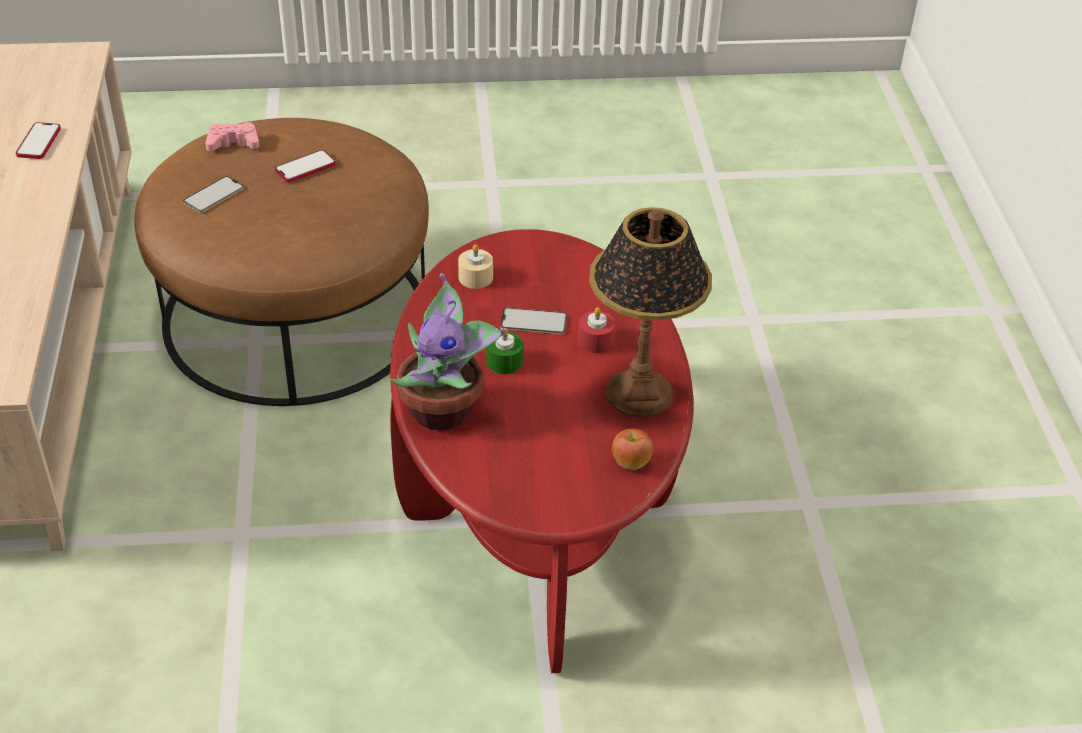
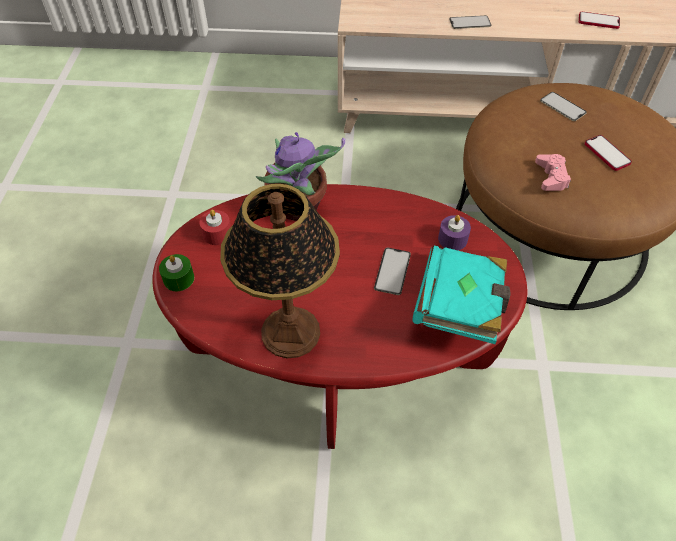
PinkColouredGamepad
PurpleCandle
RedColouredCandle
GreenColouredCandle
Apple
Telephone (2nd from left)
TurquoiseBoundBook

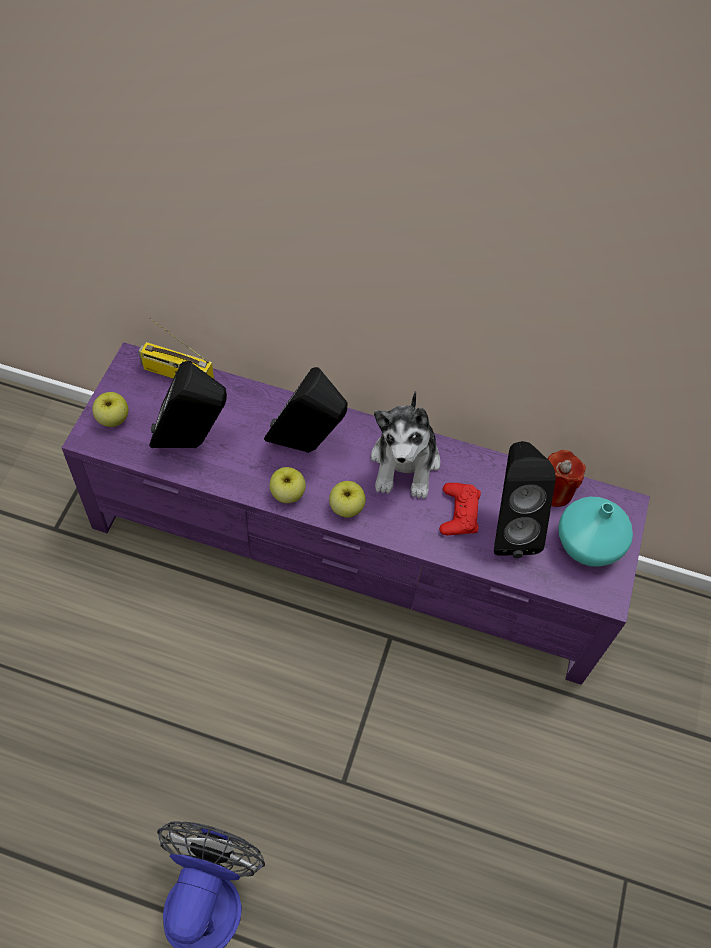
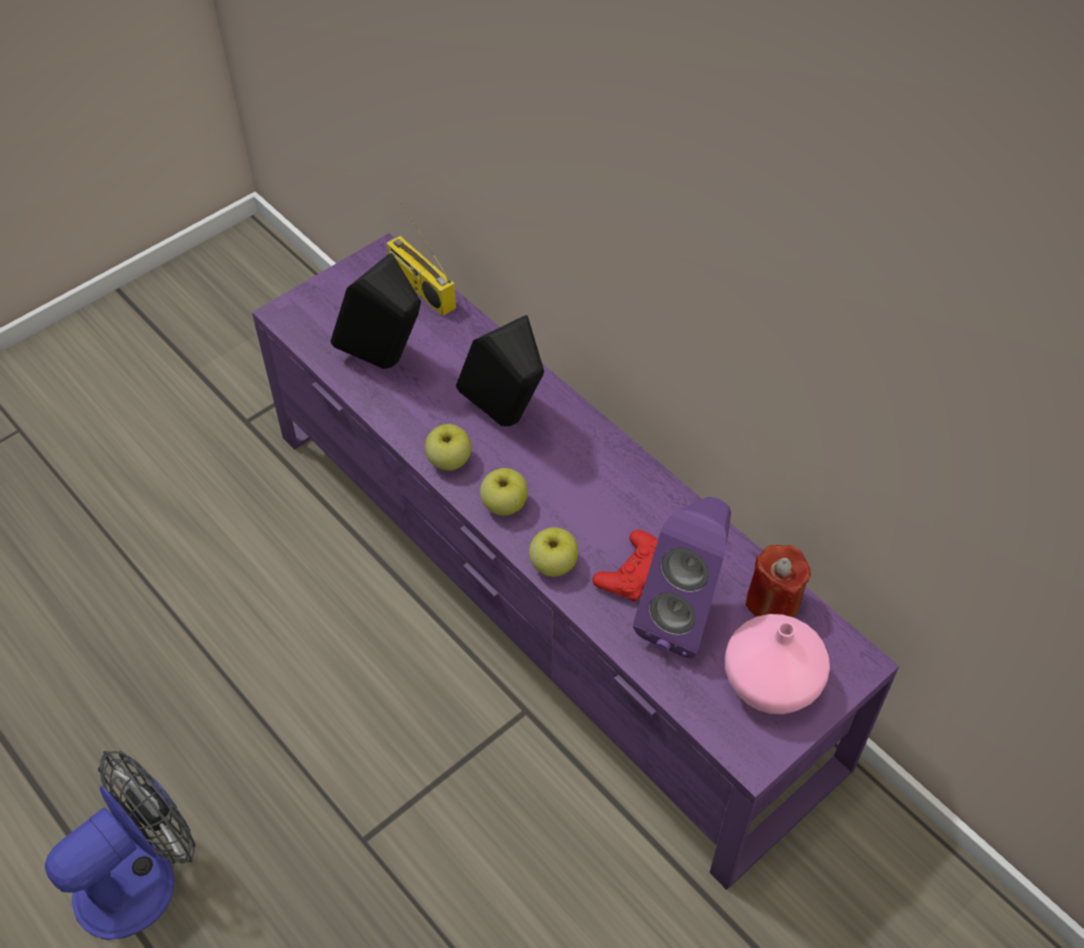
PlushToy
Apple (3rd from left)
PurpleAudioSpeaker
PinkColouredDecorativeVase

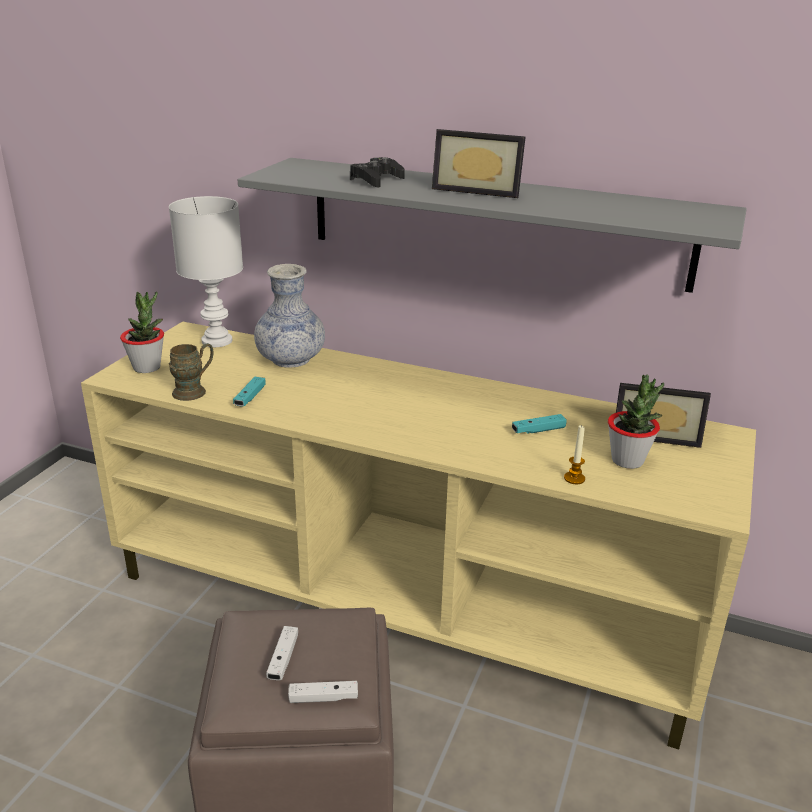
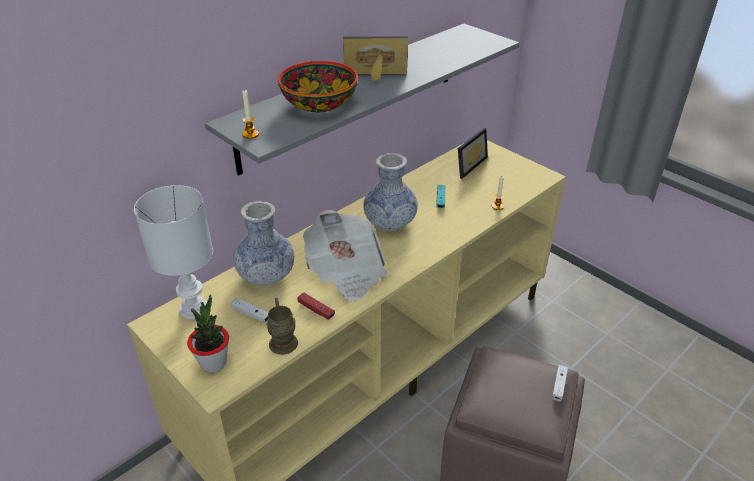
PhotoFrame (1st from left)
Bowl
Houseplant (2nd from left in the first image)
RedColouredGamepad
WhiteColouredGamepad (1st from left)
Candle (1st from left)
DecorativeVase (2nd from left)
DailyPaper

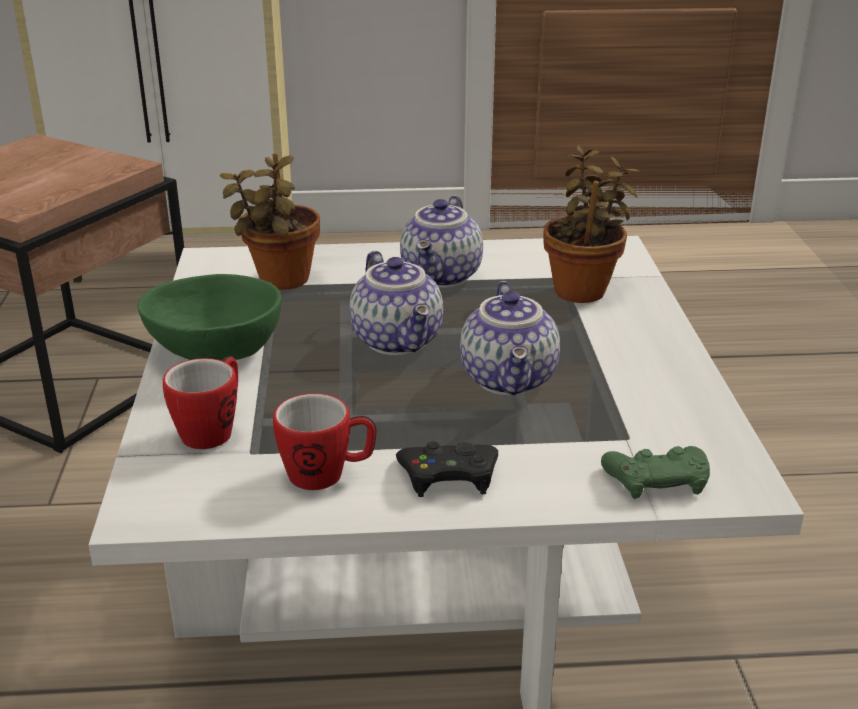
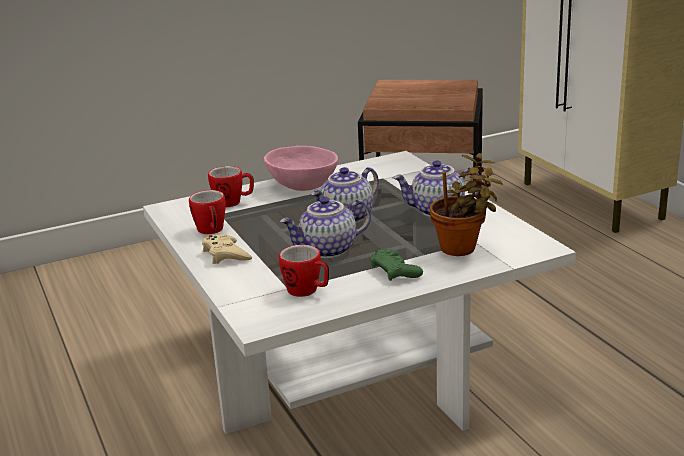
Houseplant (1st from left in the first image)
PinkColouredBowl
SandColouredGamepad
GreenColouredGamepad
CoffeeMug (3rd from left)

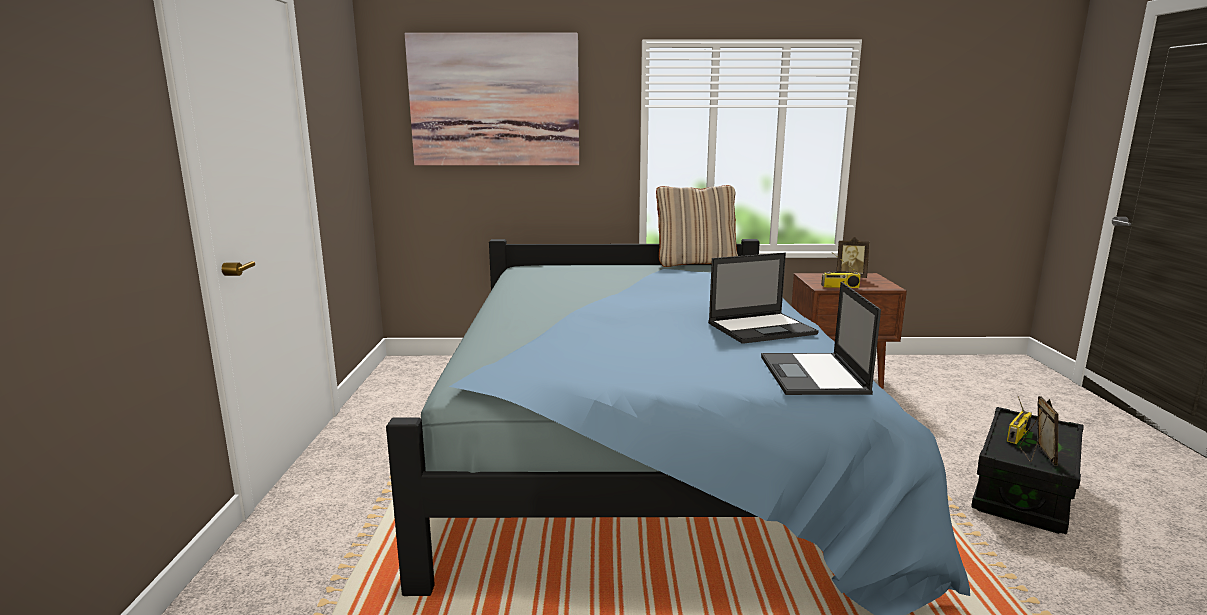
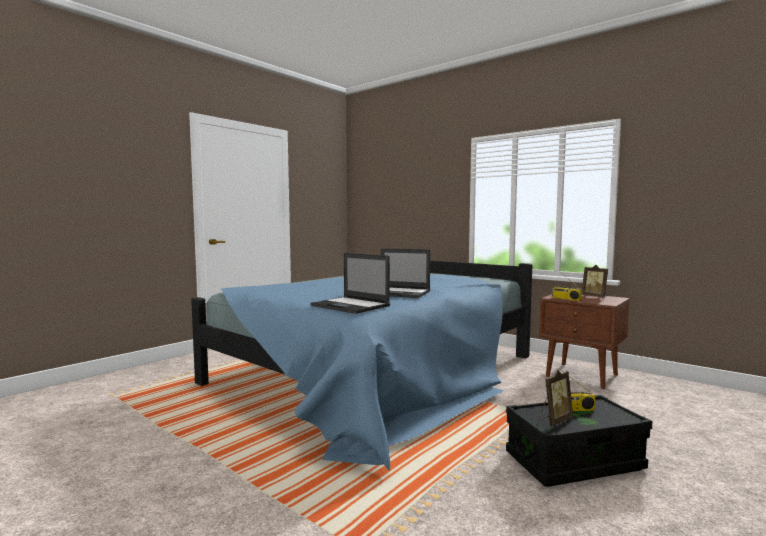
WallArt
SandColouredCushion
PortableComputer (1st from left)

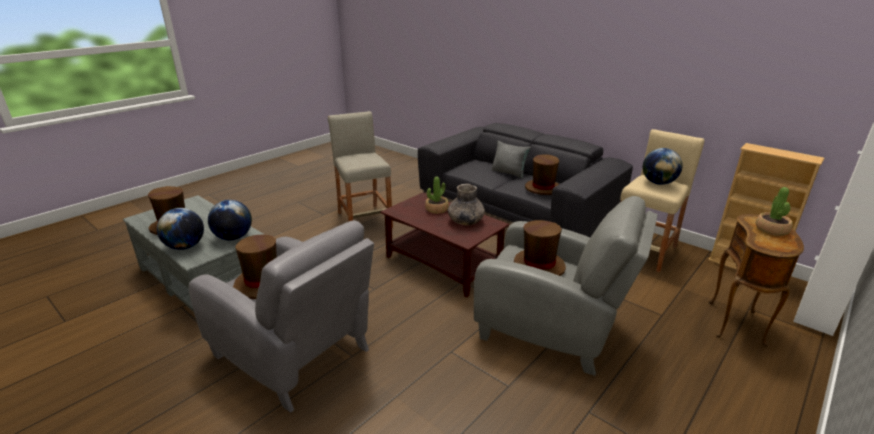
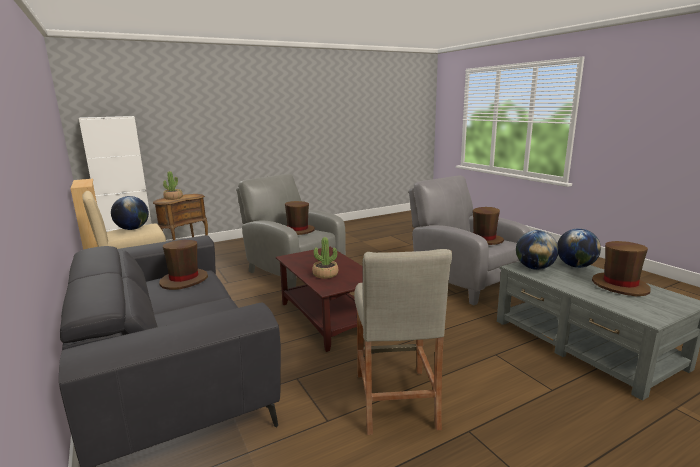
GreyishCushion
GreyishDecorativeVase

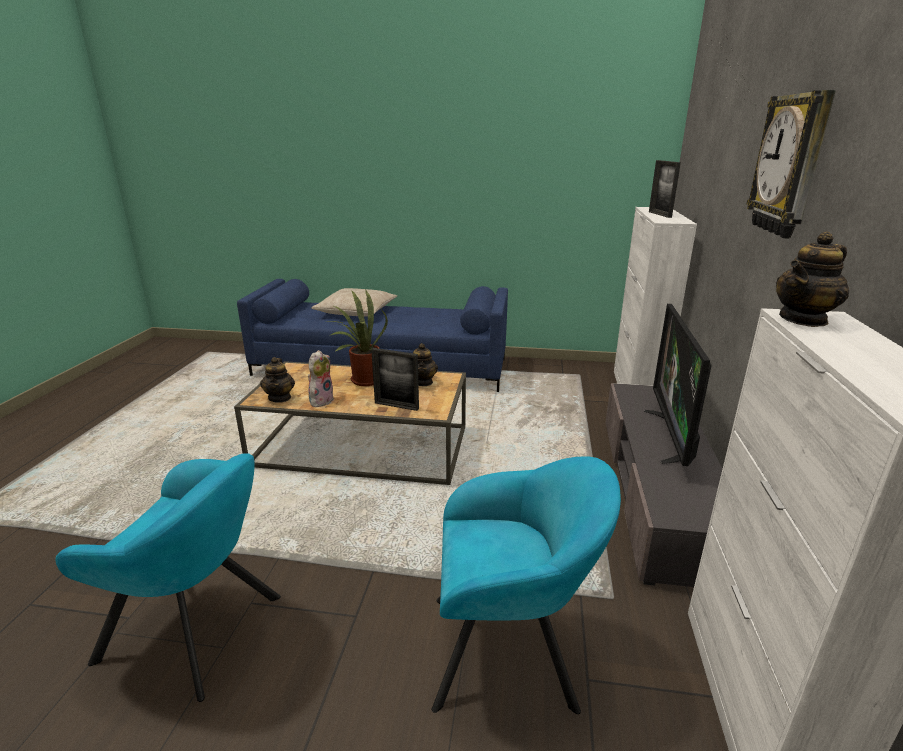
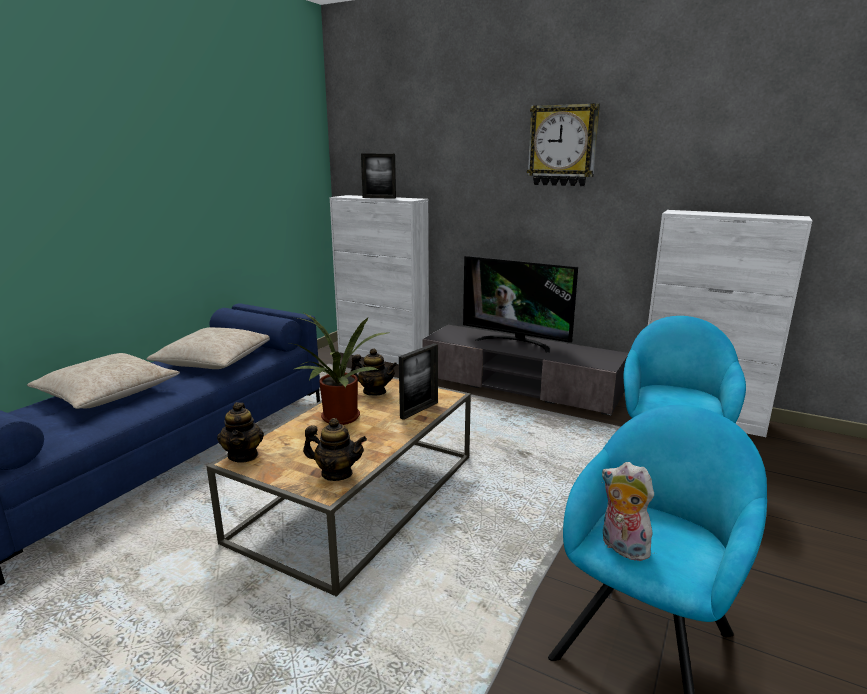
TeaPot (1st from left)
PlushToy
SandColouredCushion (2nd from left)

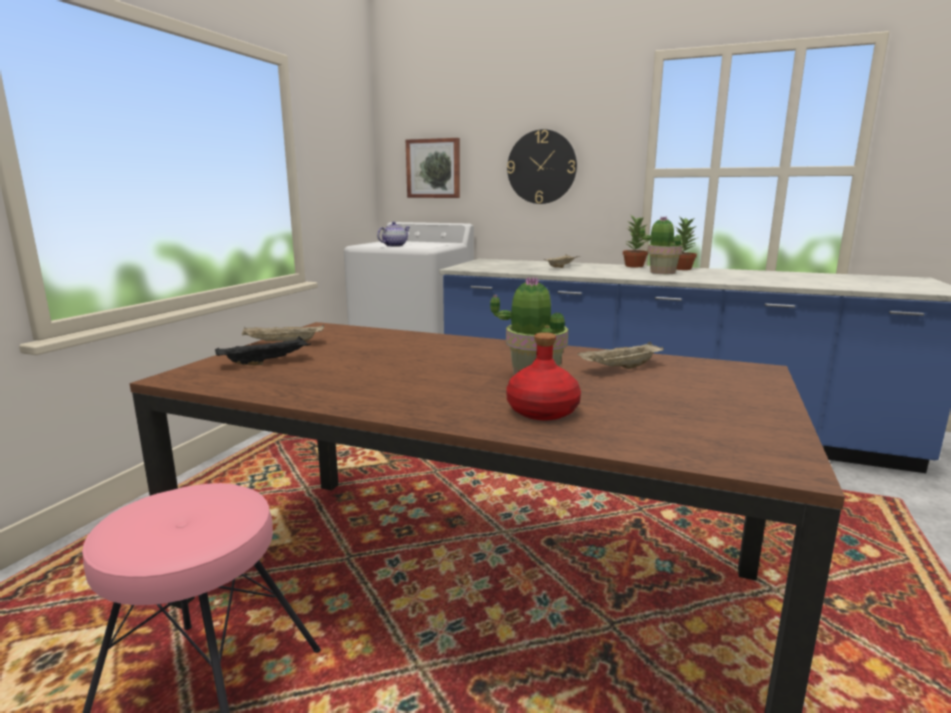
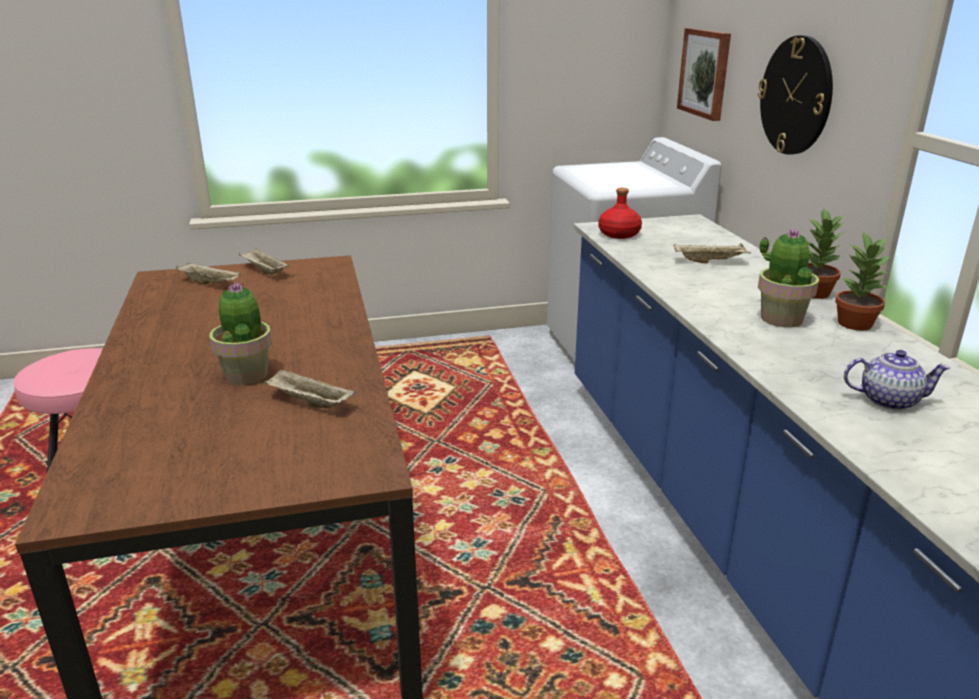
TeaPot
RedColouredBottle
SandColouredTray (1st from left)

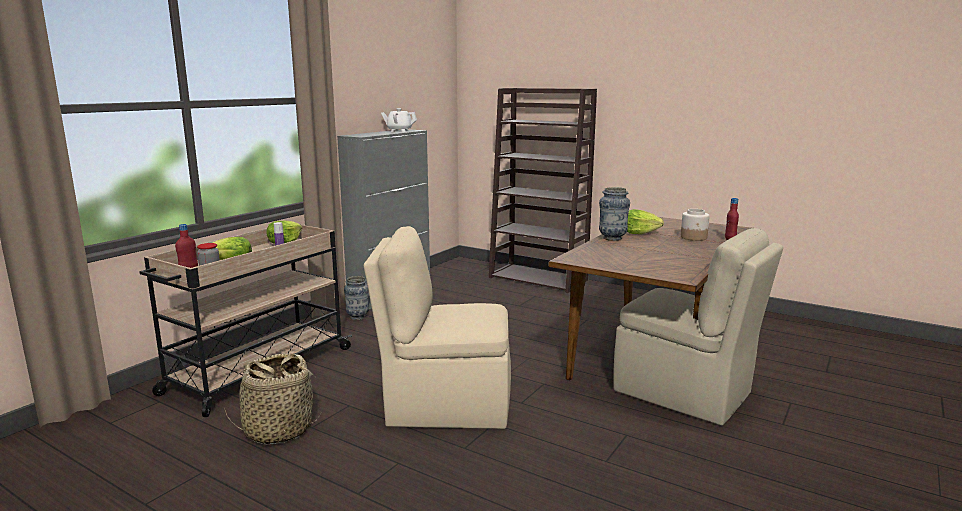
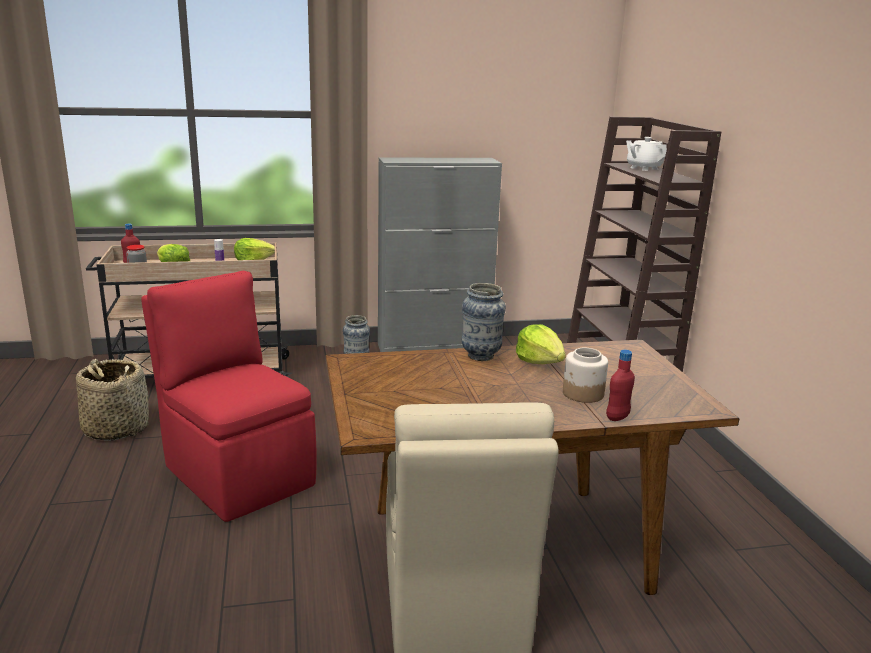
WhiteColouredTeaPot
RedColouredUprightChair

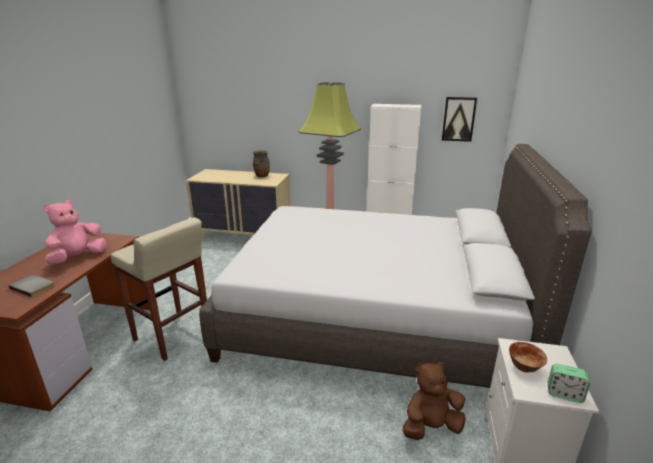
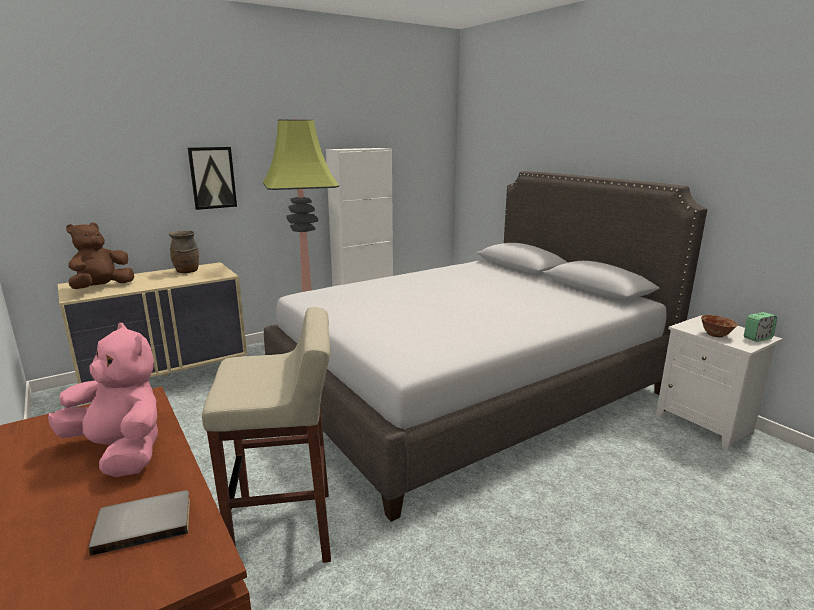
WallArt
PinkColouredPlushToy
BrownPlushToy

